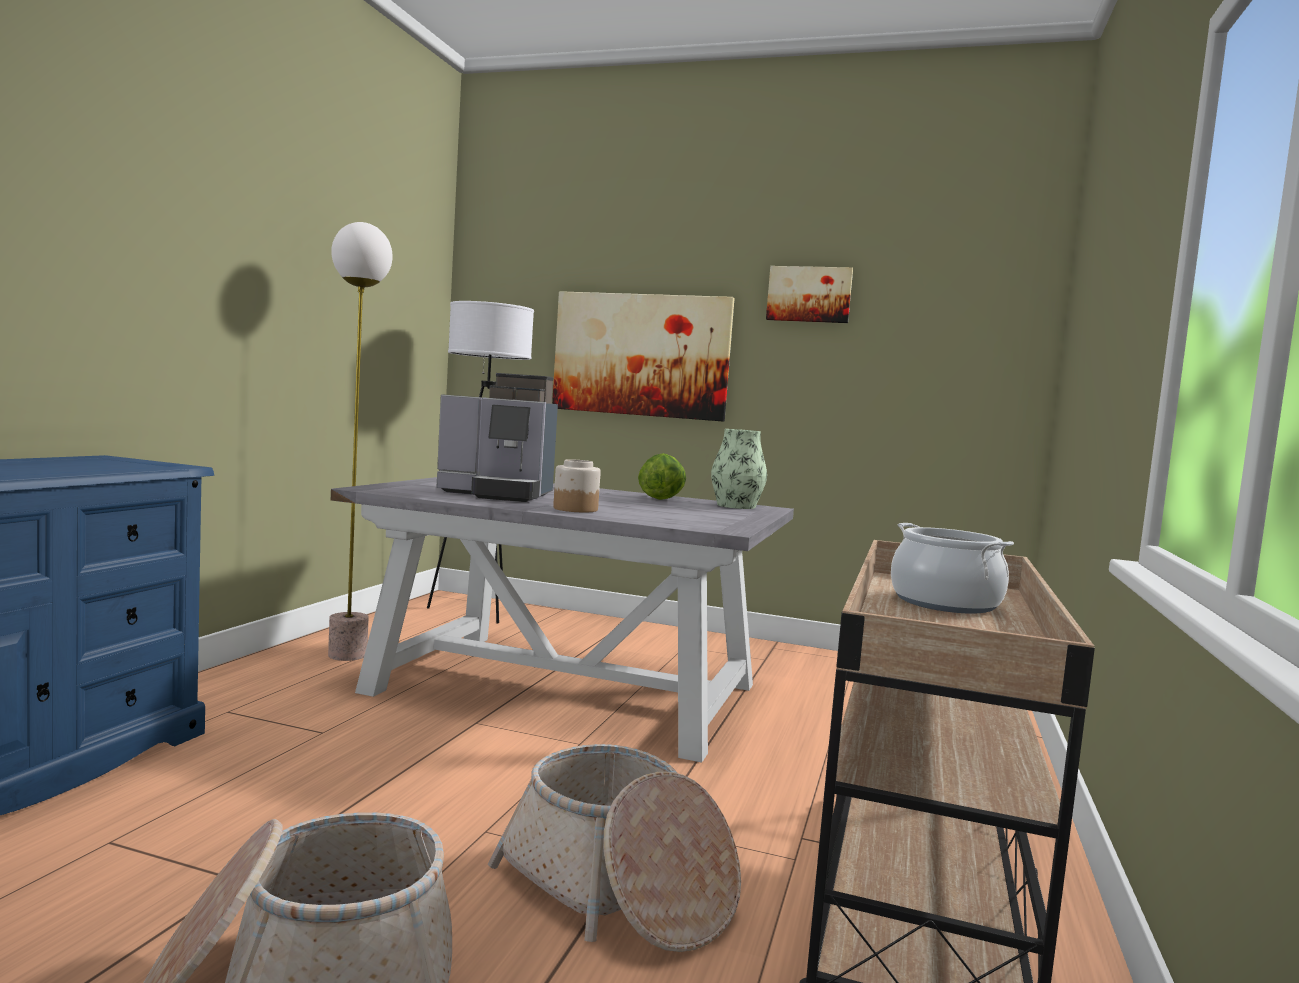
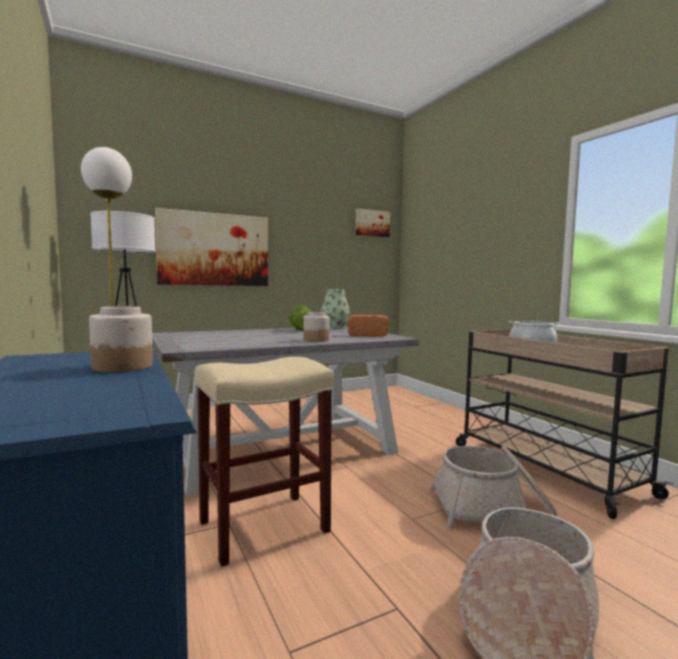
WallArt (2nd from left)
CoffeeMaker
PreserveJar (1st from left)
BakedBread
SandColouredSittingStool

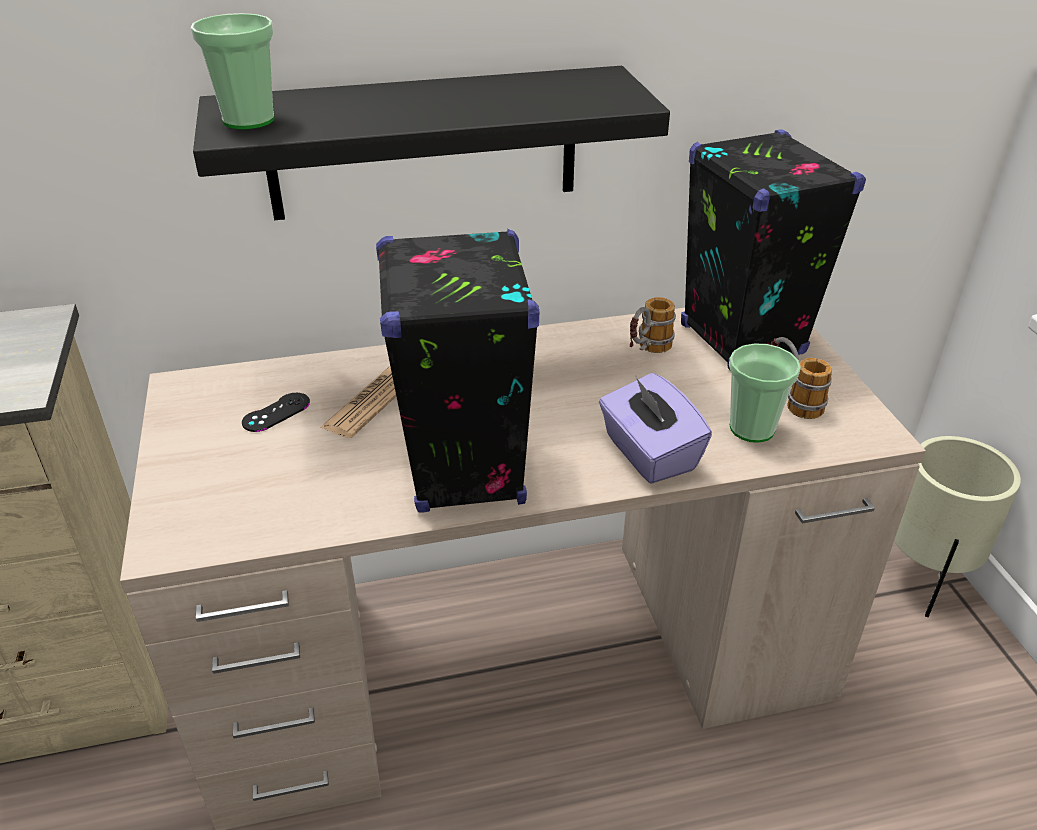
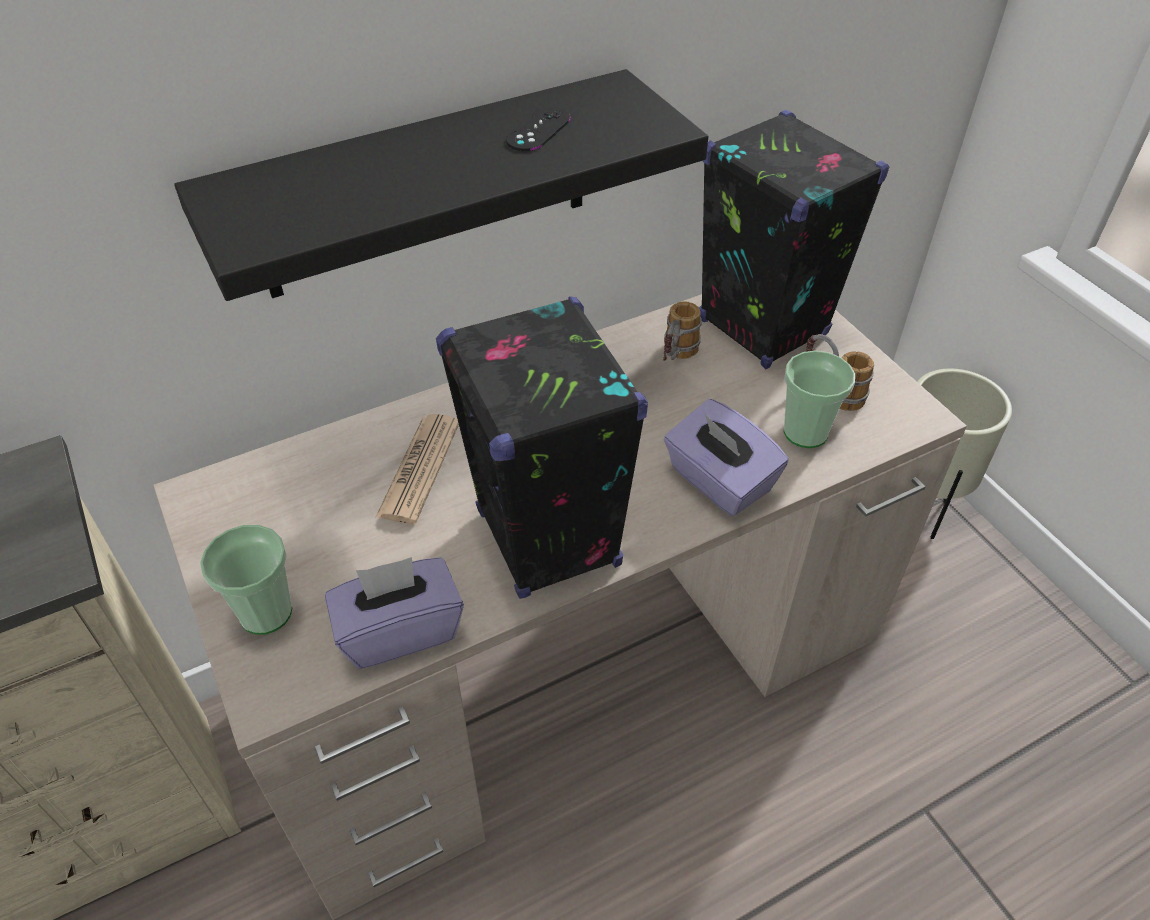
SmallCup (1st from left)
BlackColouredGamepad
PurpleTissueHolder (1st from left)

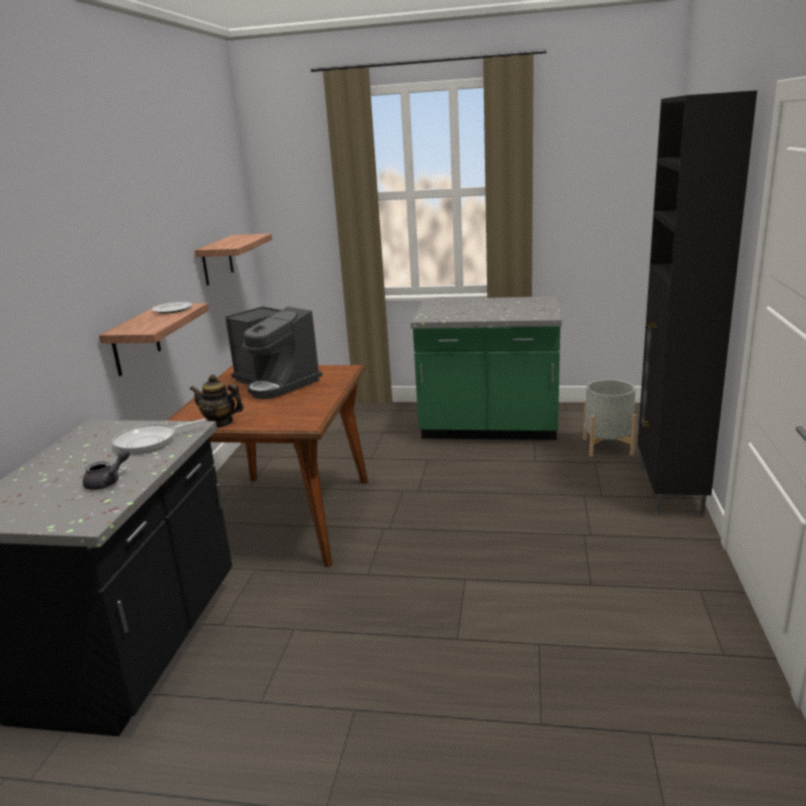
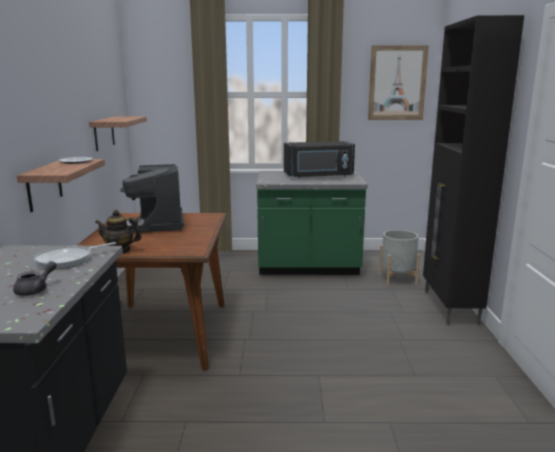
CoffeeMaker
WallArt
BlackColouredMicrowaveOven

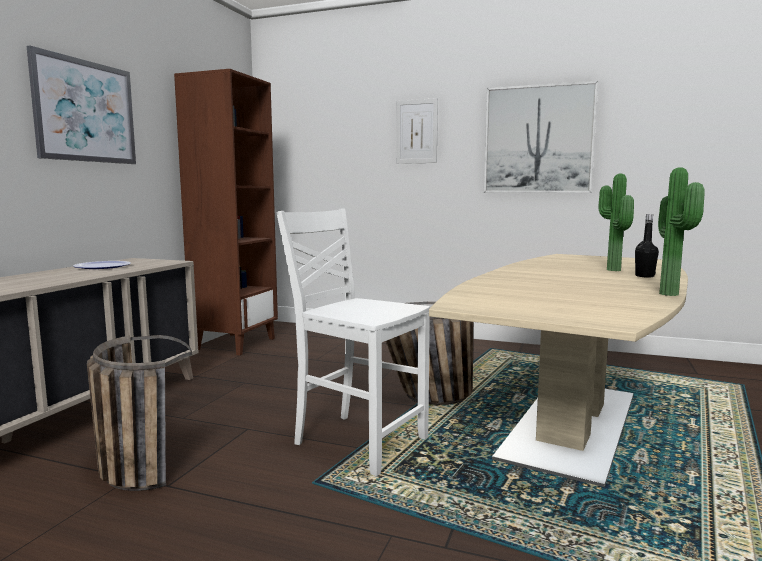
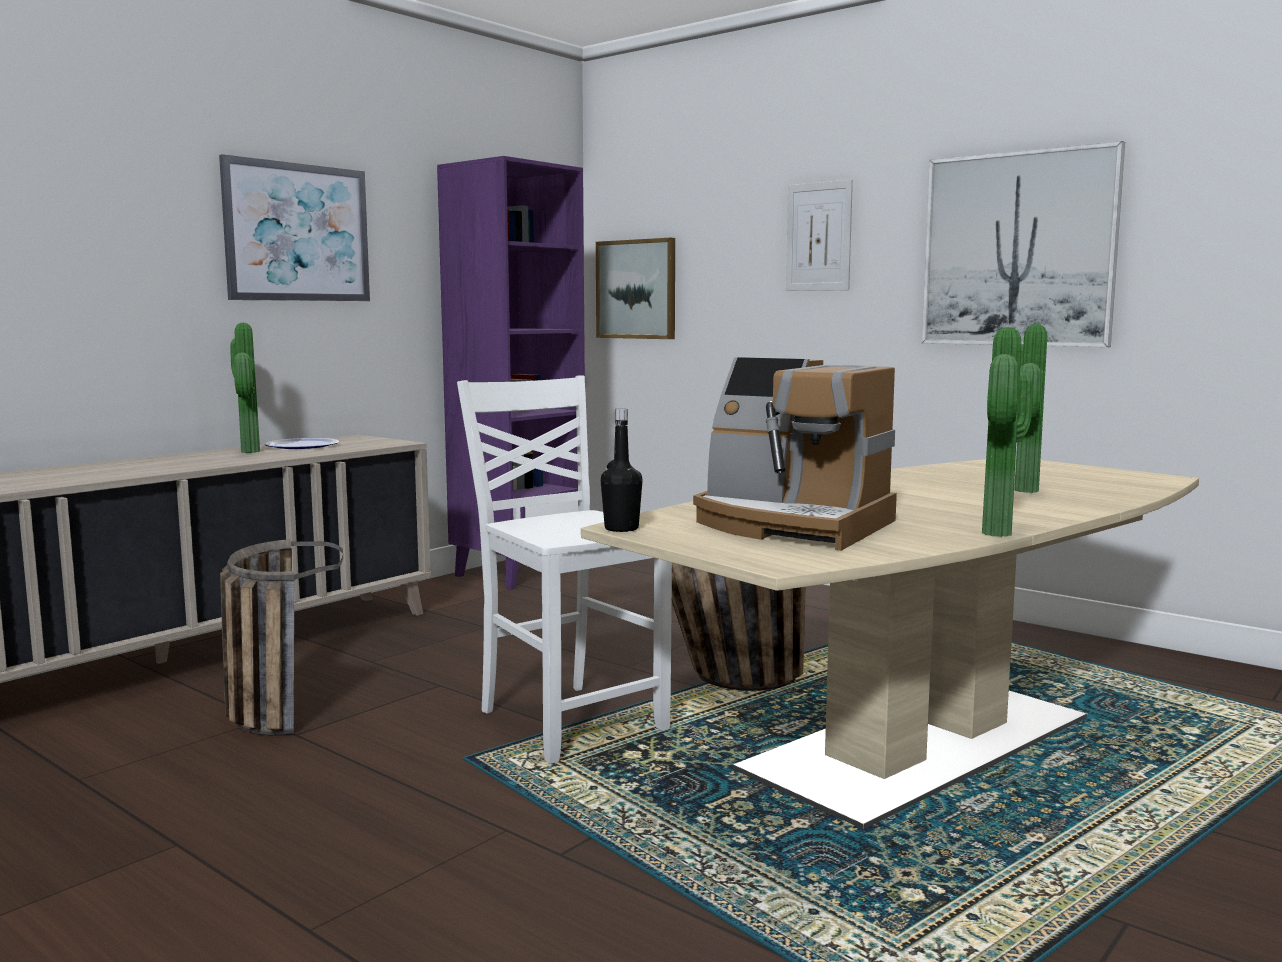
PurpleBookcase
BlackColouredBottle
WallArt (2nd from left)
Houseplant (1st from left)
CoffeeMaker

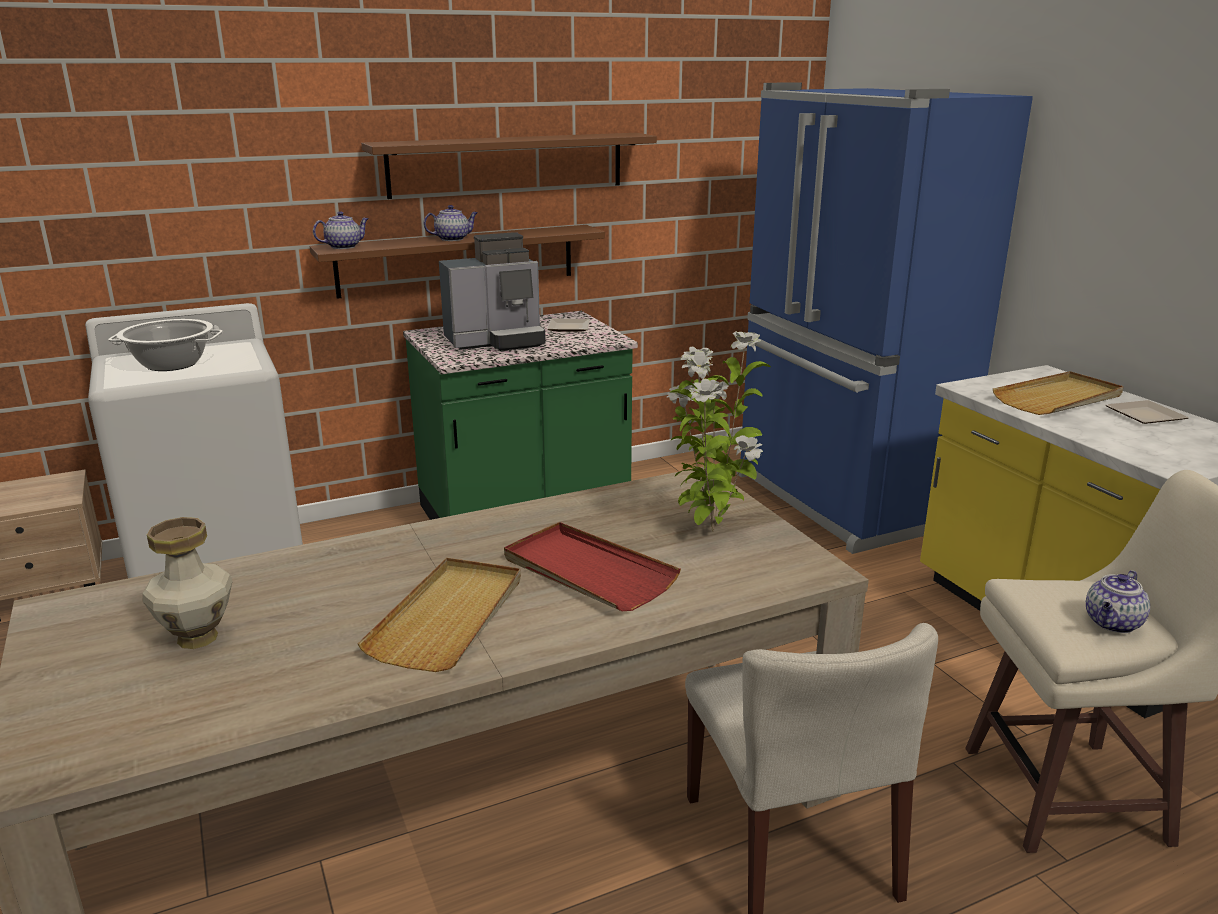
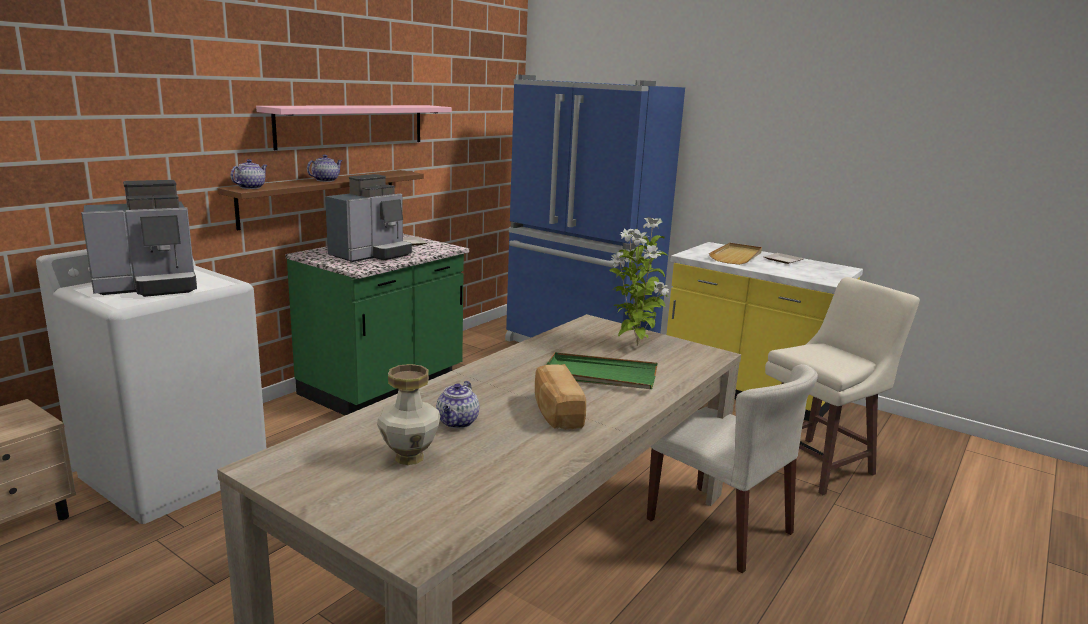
PinkColouredBracketShelf
CoffeeMaker (1st from left)
GreenColouredTray
BakedBread
TeaPot (3rd from left)

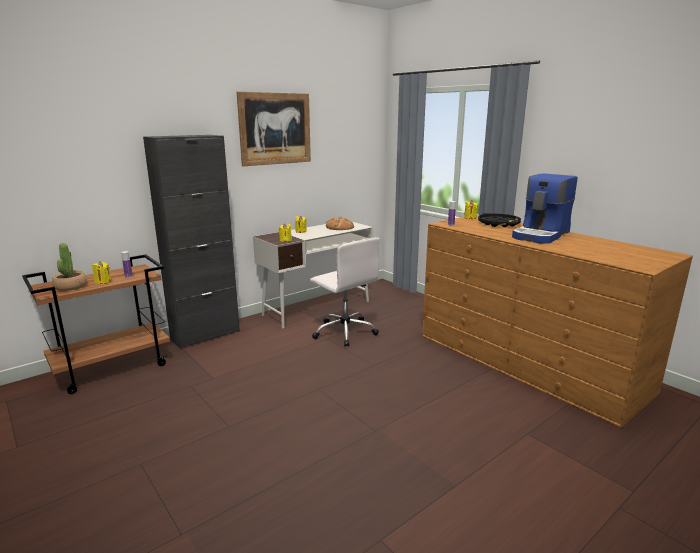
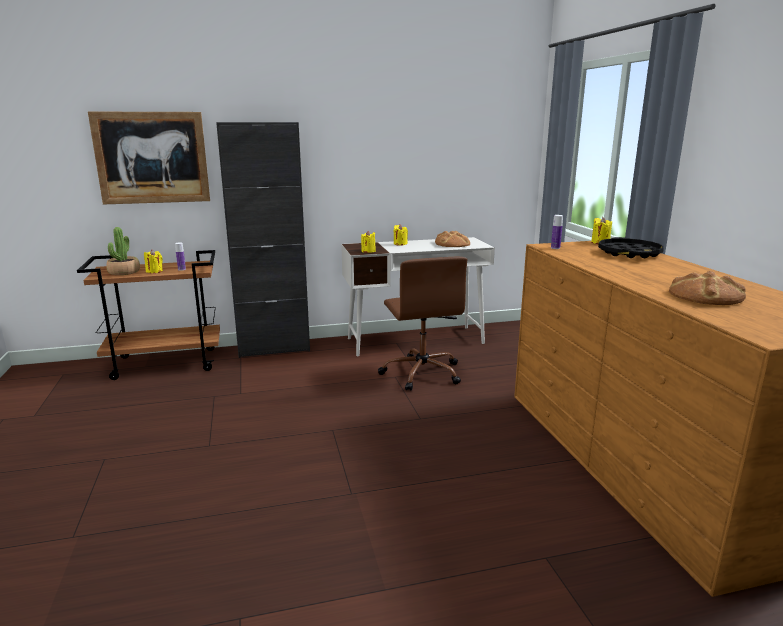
WallArt
CoffeeMaker
BrownDeskChair
BakedBread (2nd from left)

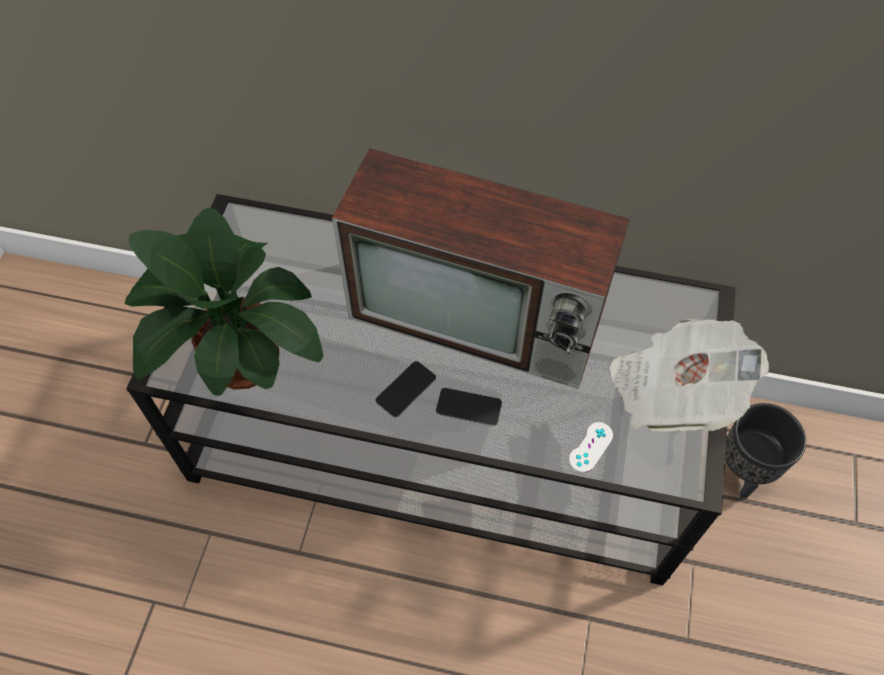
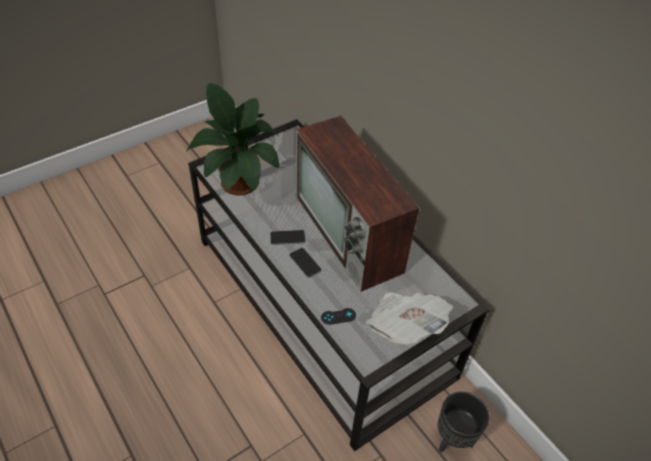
BlackColouredGamepad

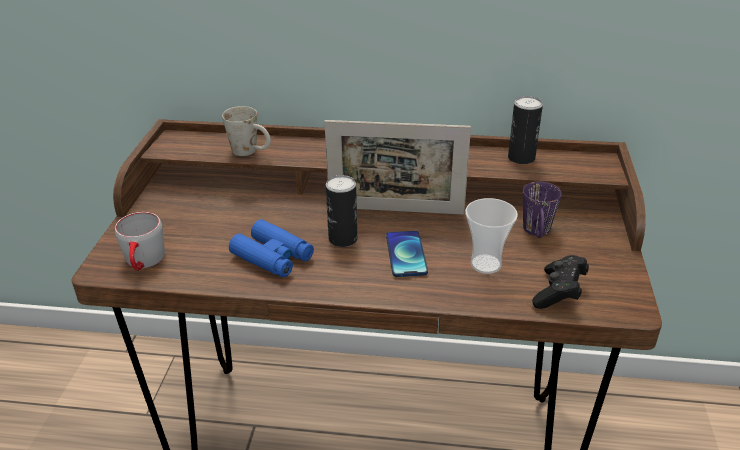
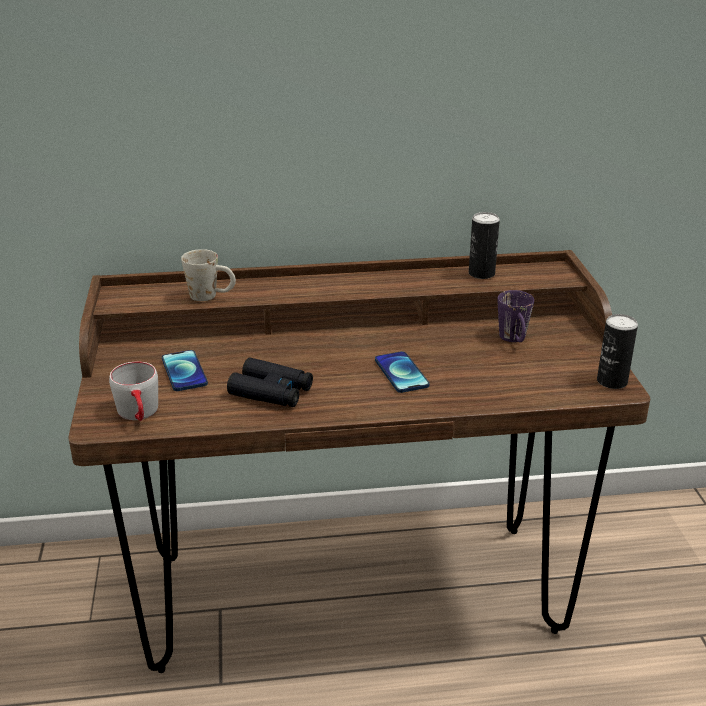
PhotoFrame
SealedCan (2nd from left)
SmallCup
BlackColouredFieldGlasses
BlackColouredGamepad
Telephone (1st from left)

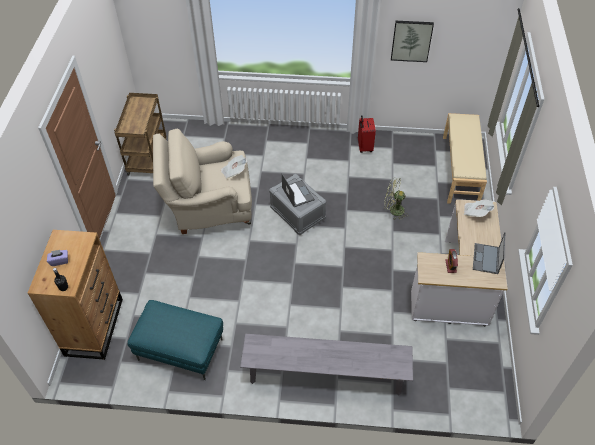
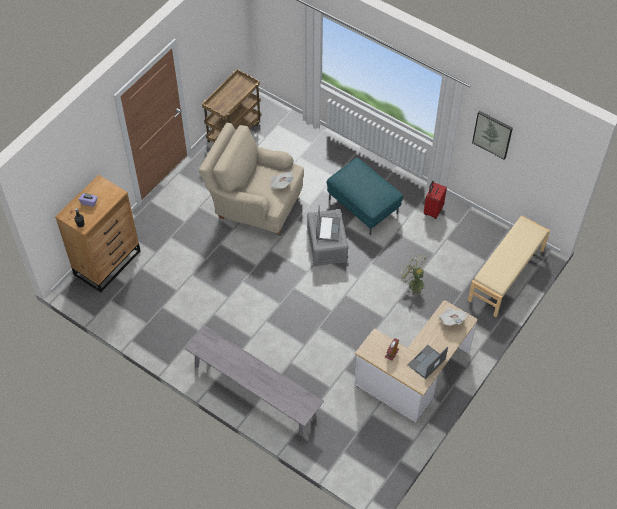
TurquoiseOttoman

